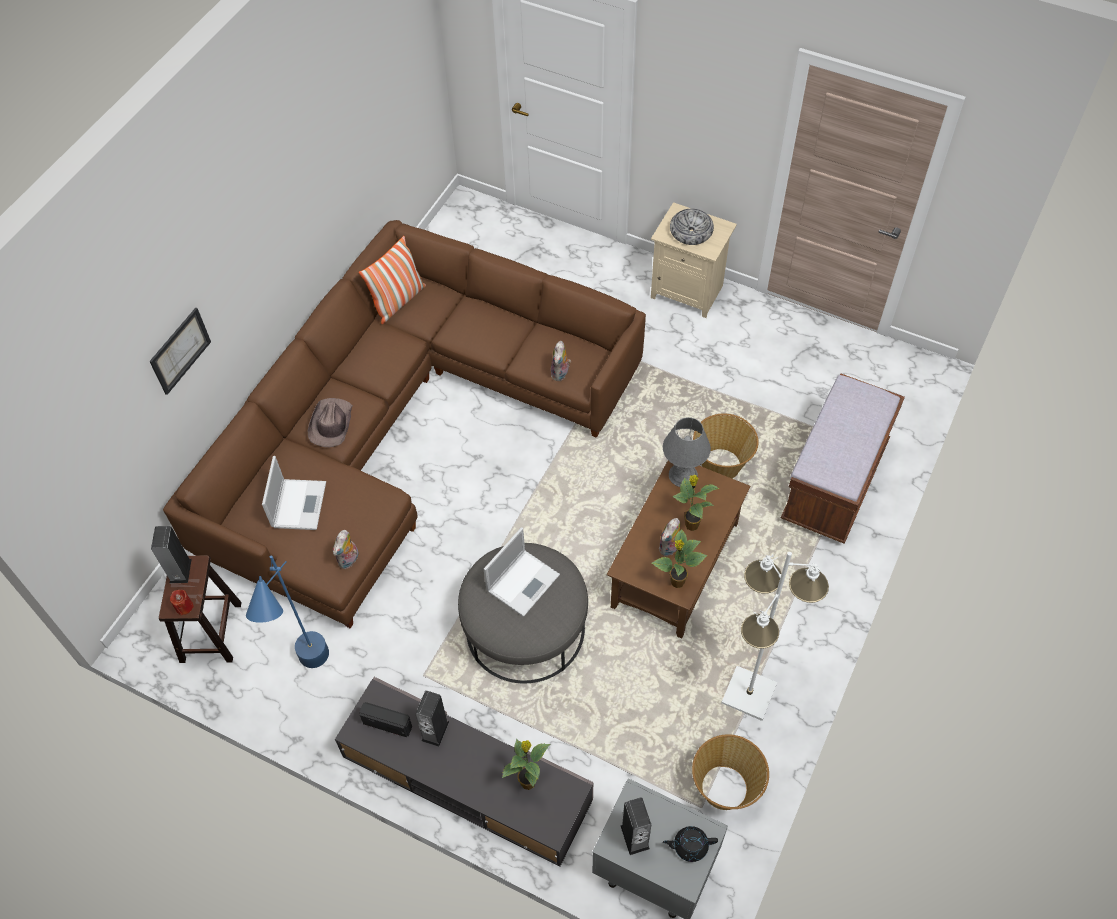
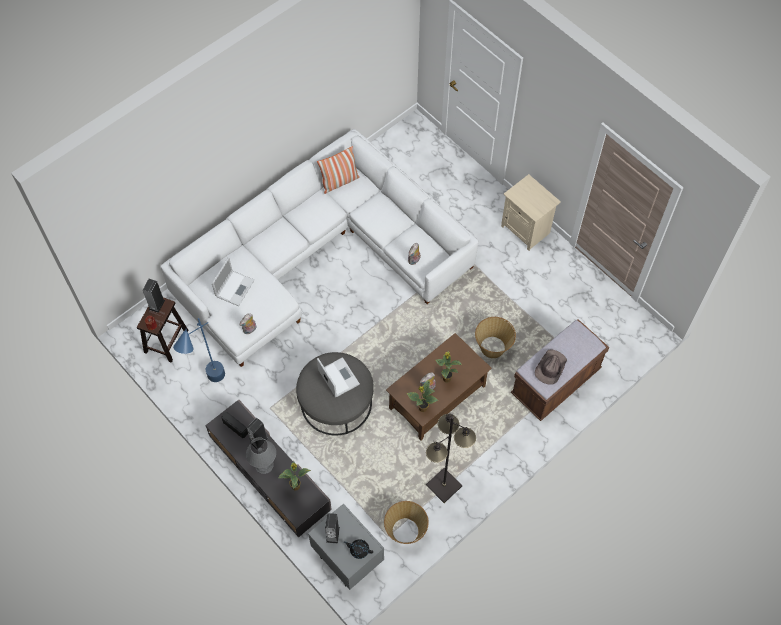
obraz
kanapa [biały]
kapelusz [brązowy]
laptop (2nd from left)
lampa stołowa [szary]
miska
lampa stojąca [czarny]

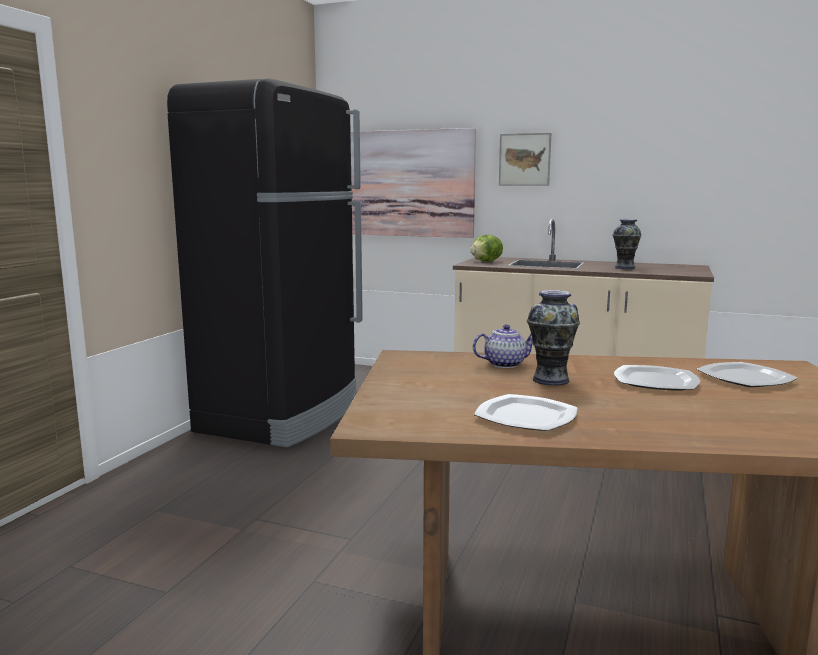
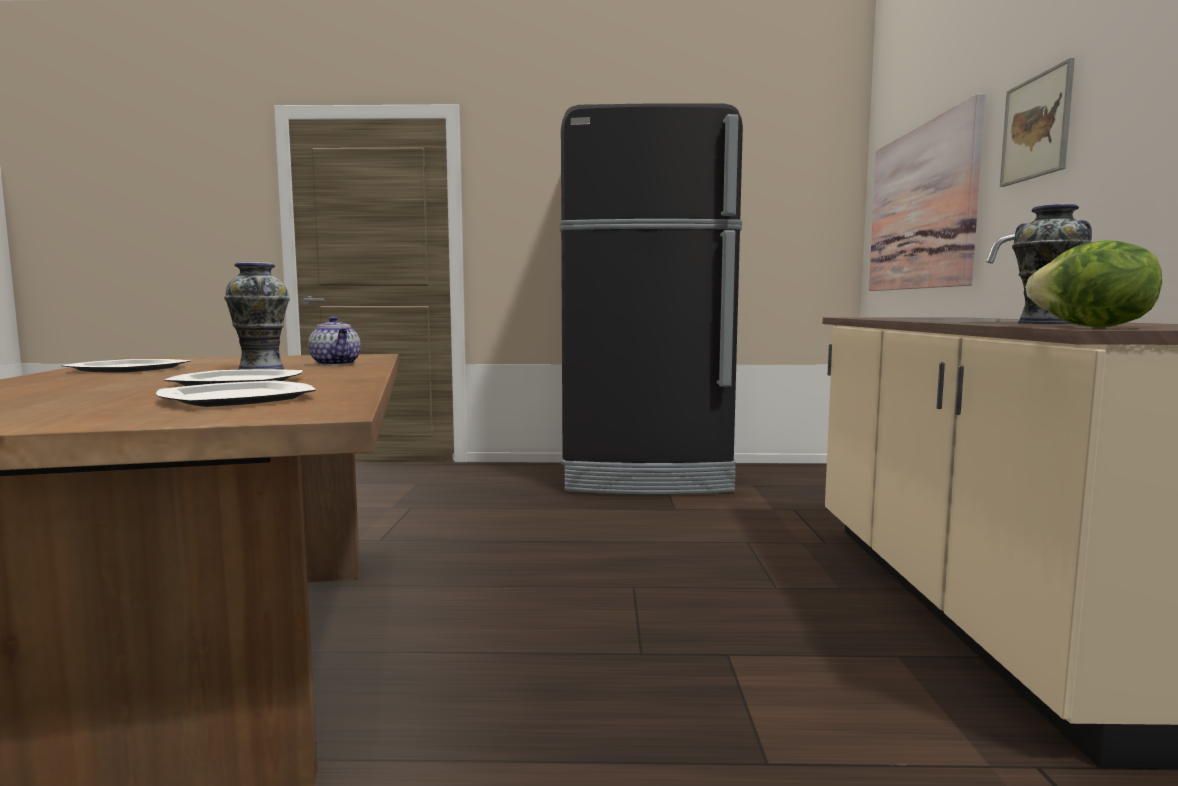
sałata

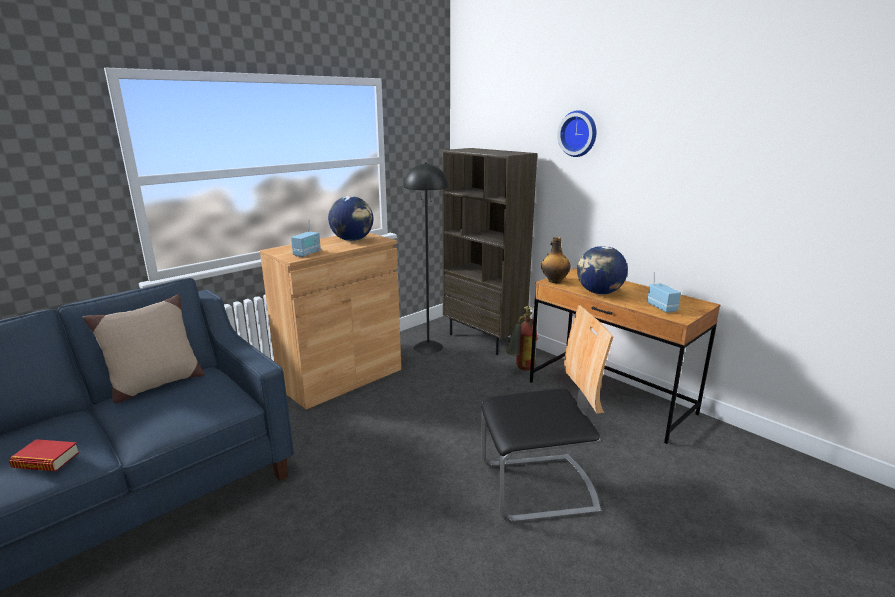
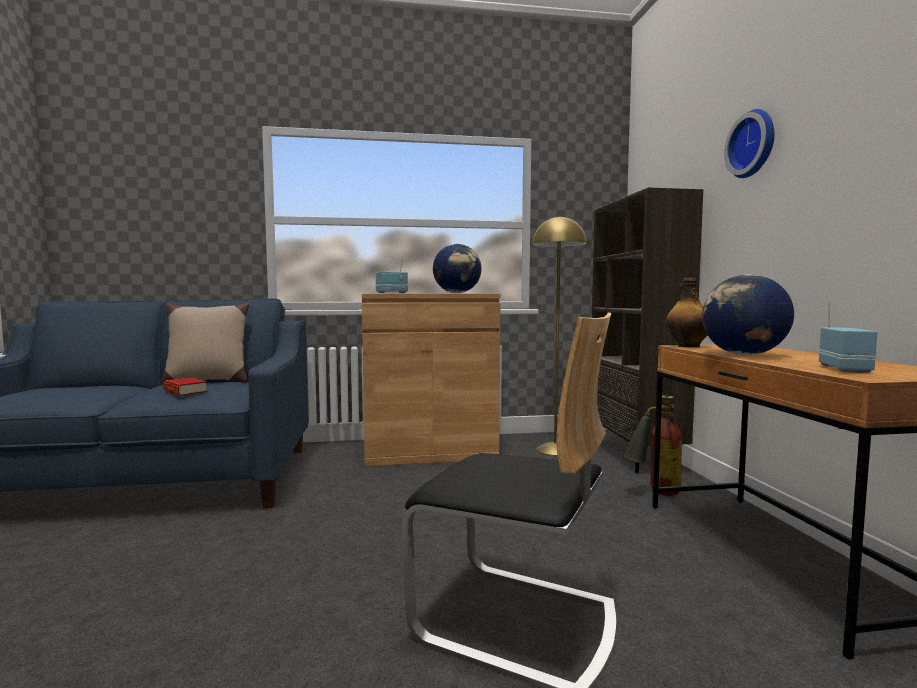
książka
lampa stojąca [żółty]

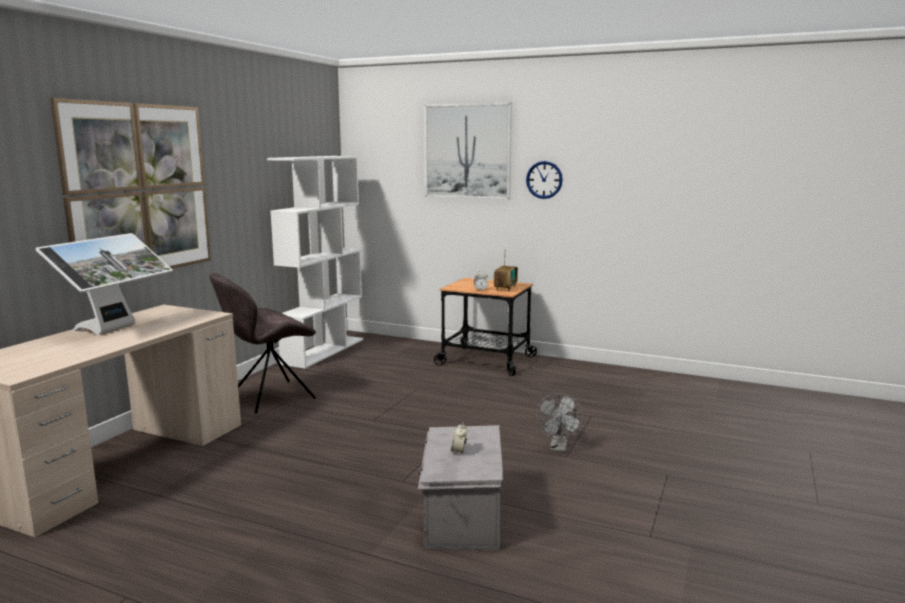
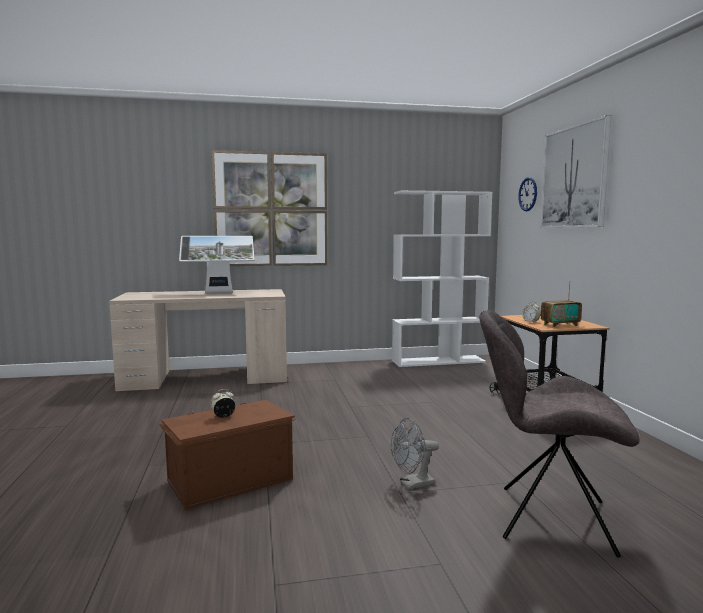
krzesło [szary]
pojemnik do przechowywania [brązowy]
zegar ścienny

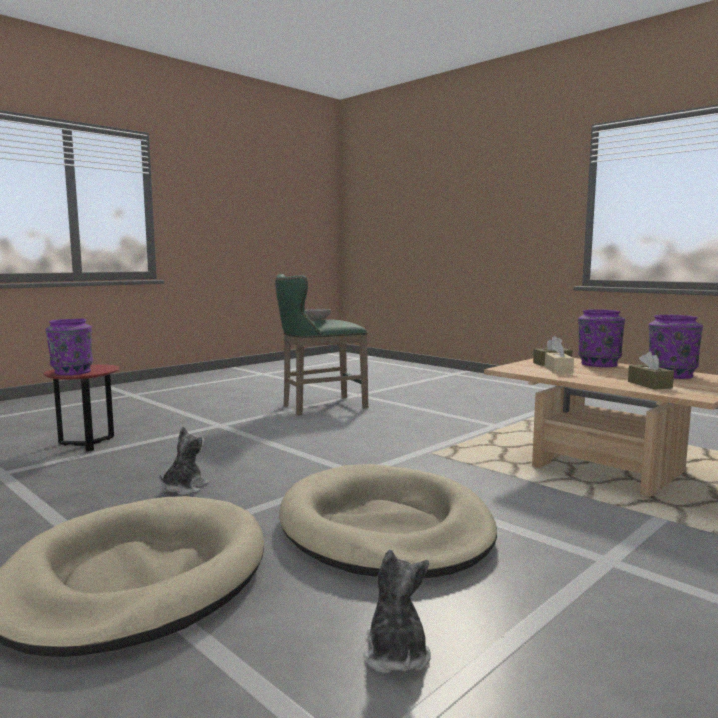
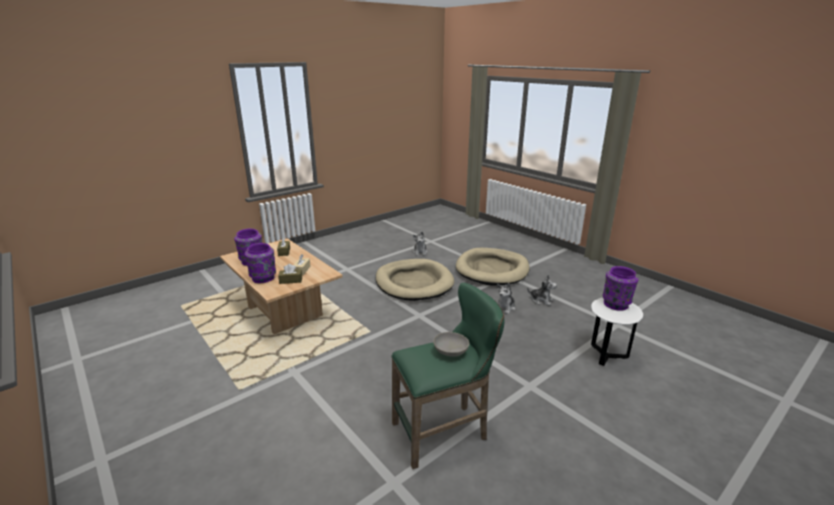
stolik [biały]
pluszak (3rd from left)

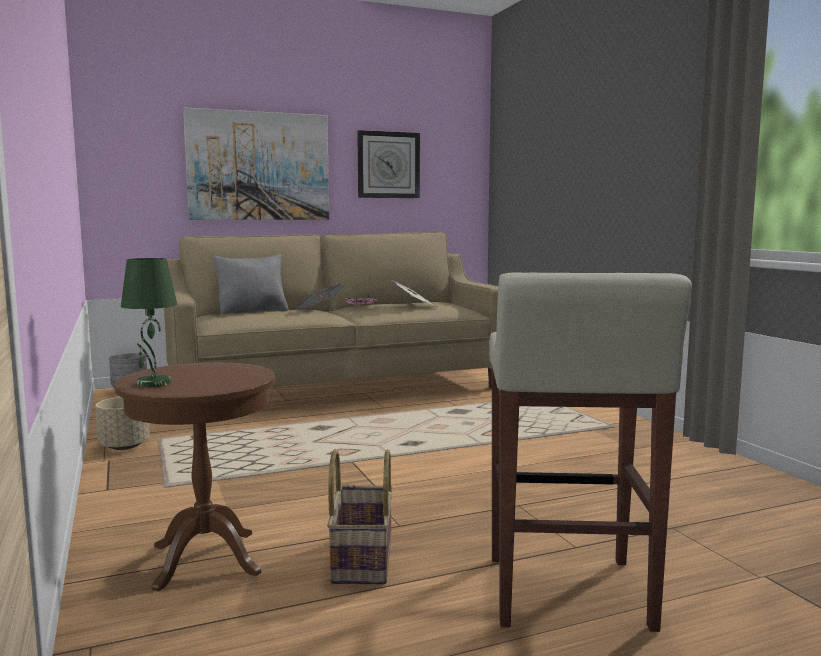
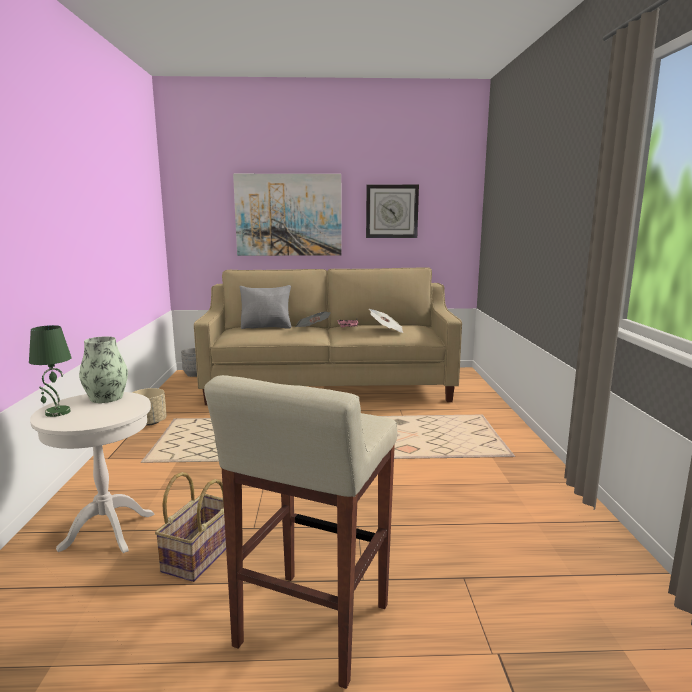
stolik [biały]
wazon

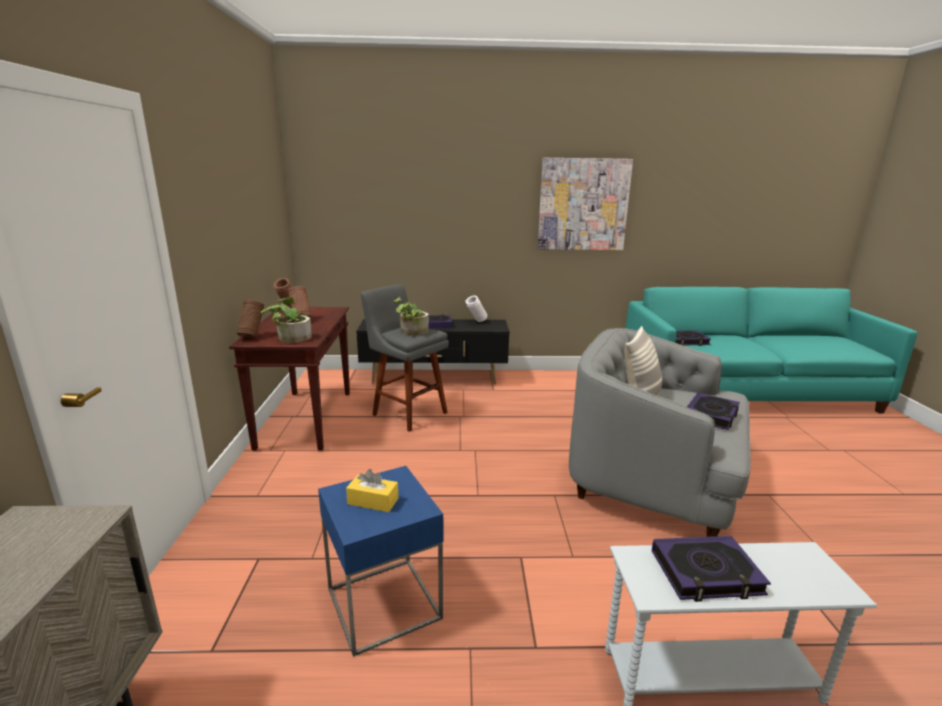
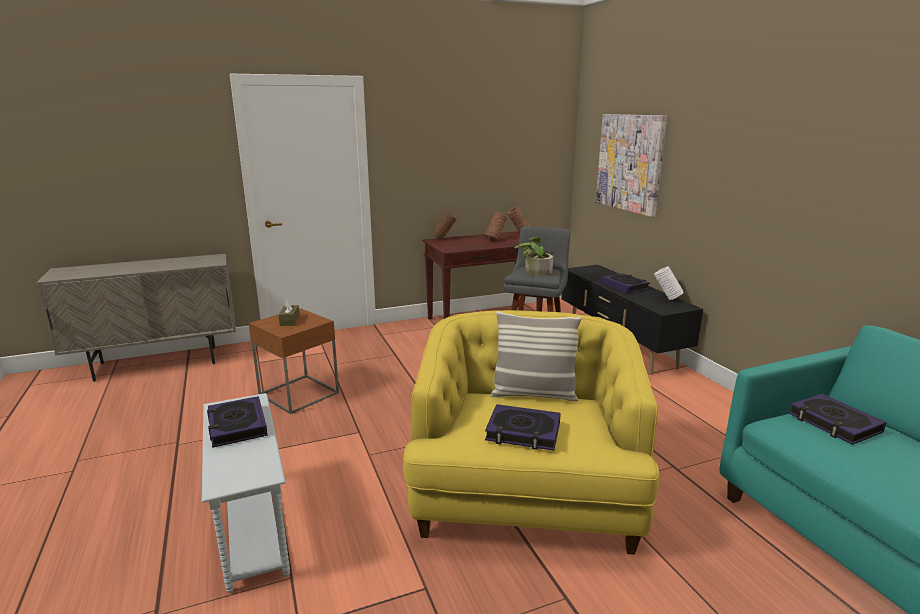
roślina doniczkowa (1st from left in the first image)
stolik [brązowy]
pudełko chusteczek [brązowy]
obraz
fotel [żółty]

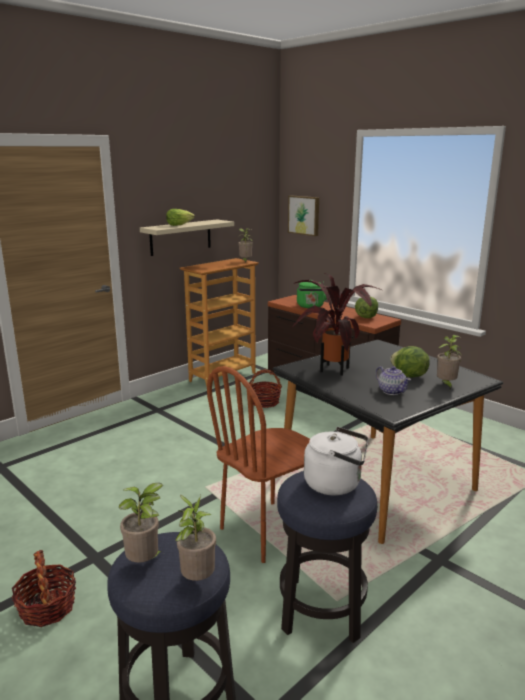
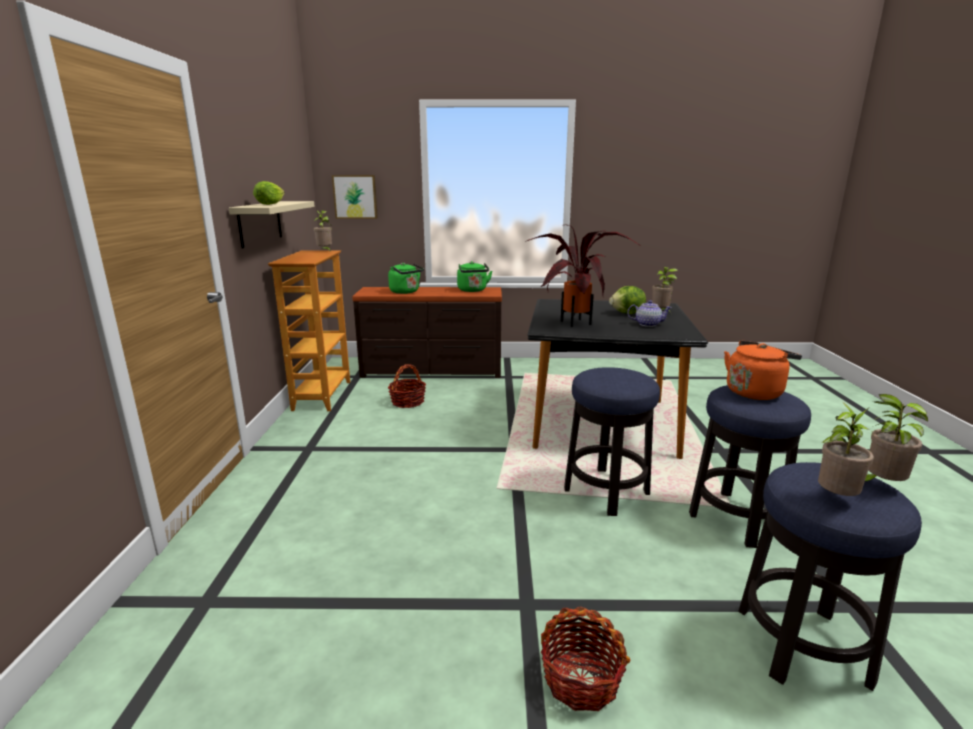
stołek (1st from left)
czajnik [pomarańczowy]
czajnik [zielony] (2nd from left)

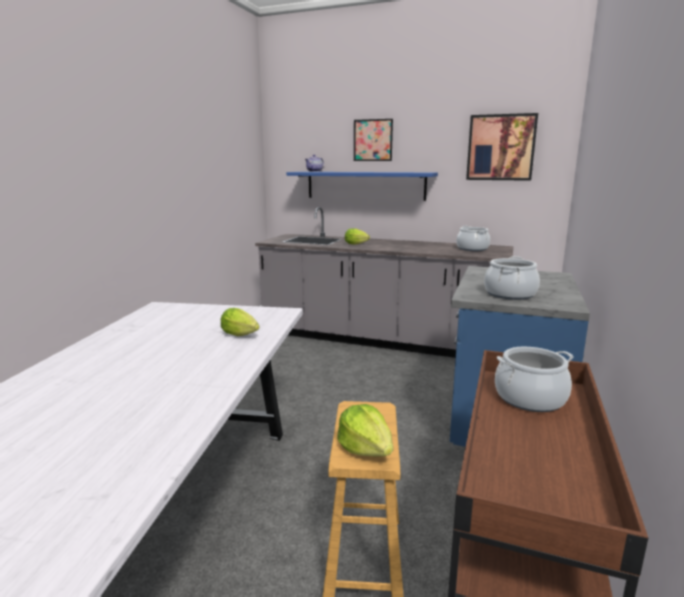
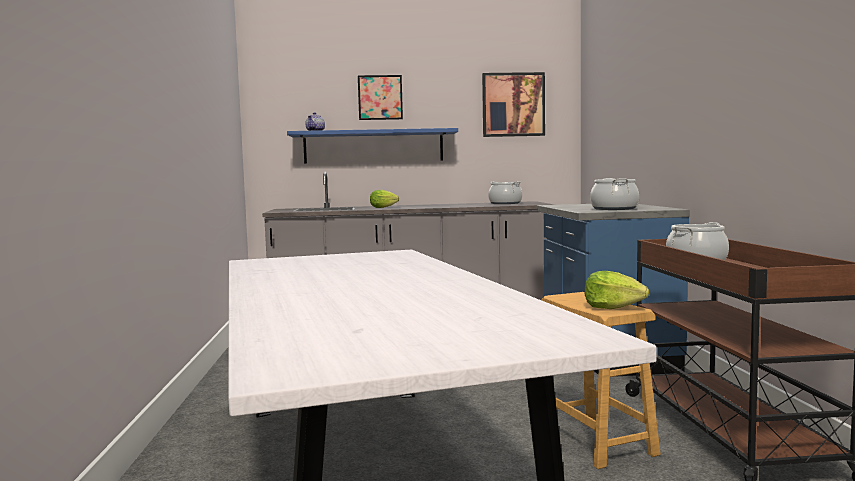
sałata (1st from left in the first image)

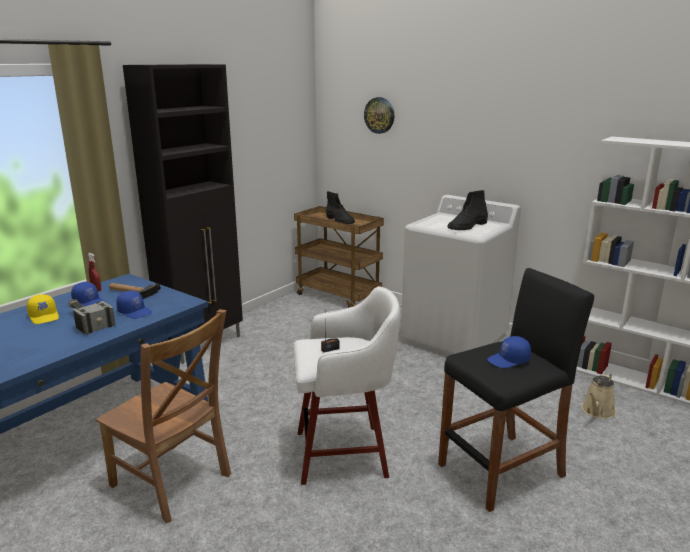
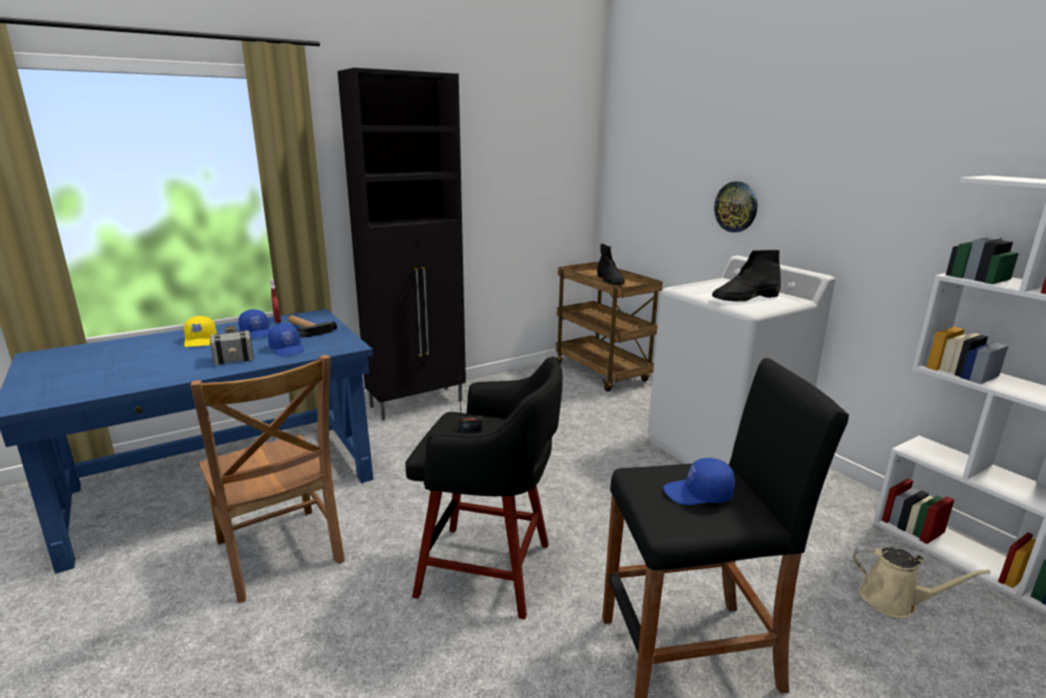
stołek [czarny] (1st from left)
zegar ścienny
konewka [beżowy]

